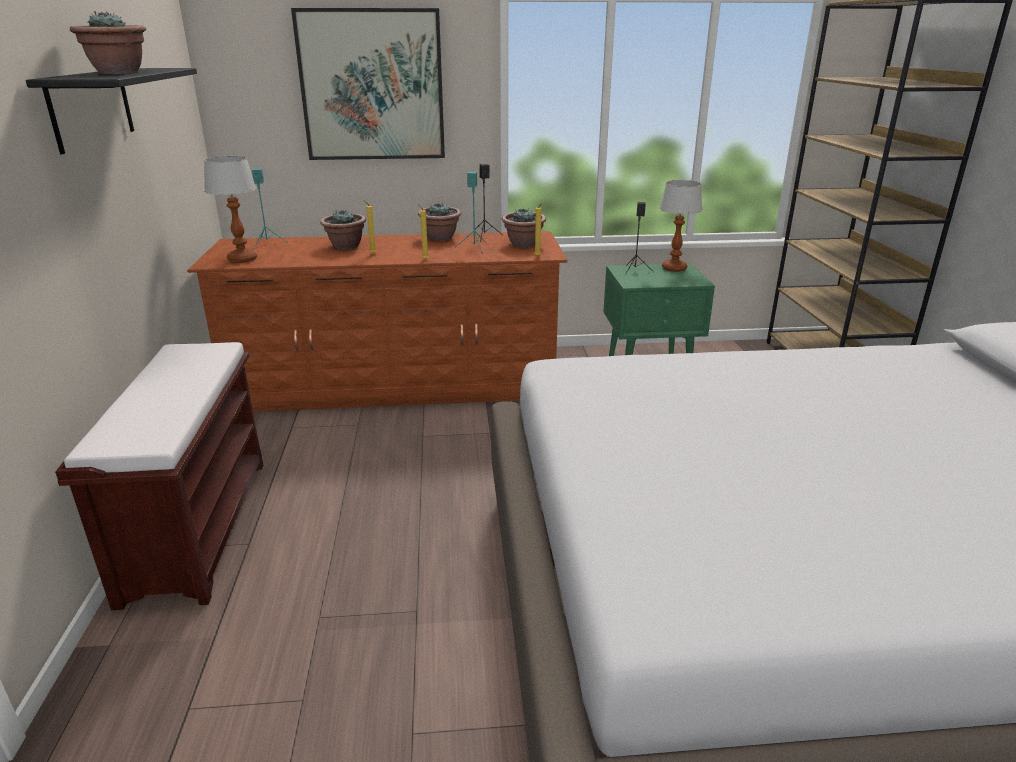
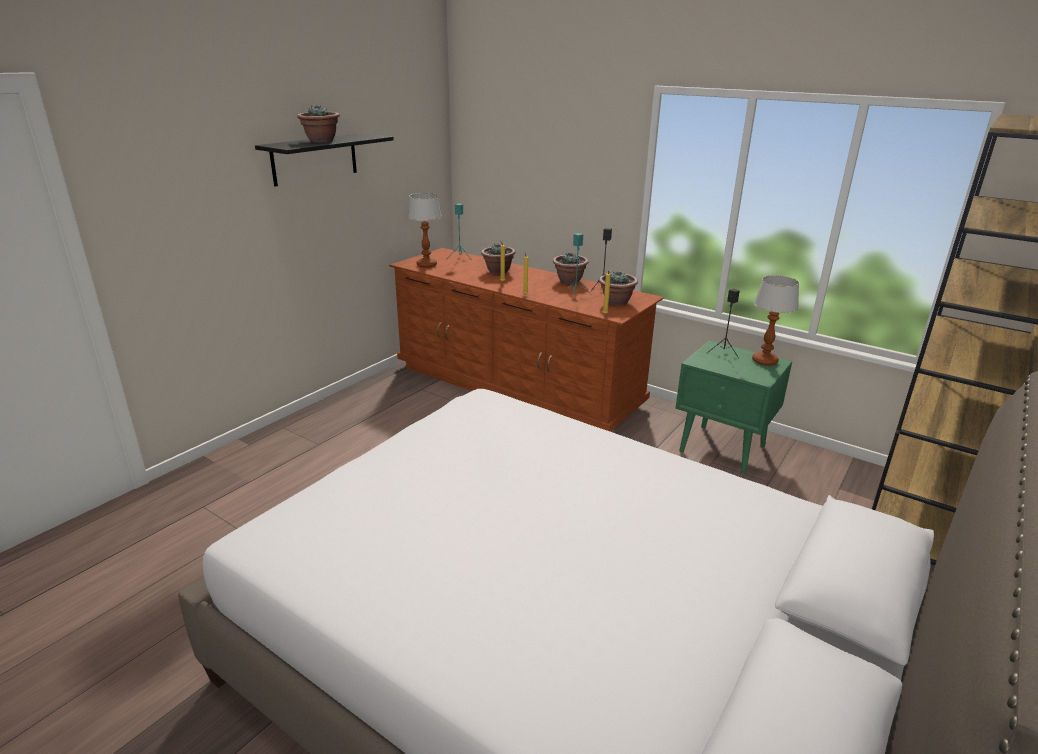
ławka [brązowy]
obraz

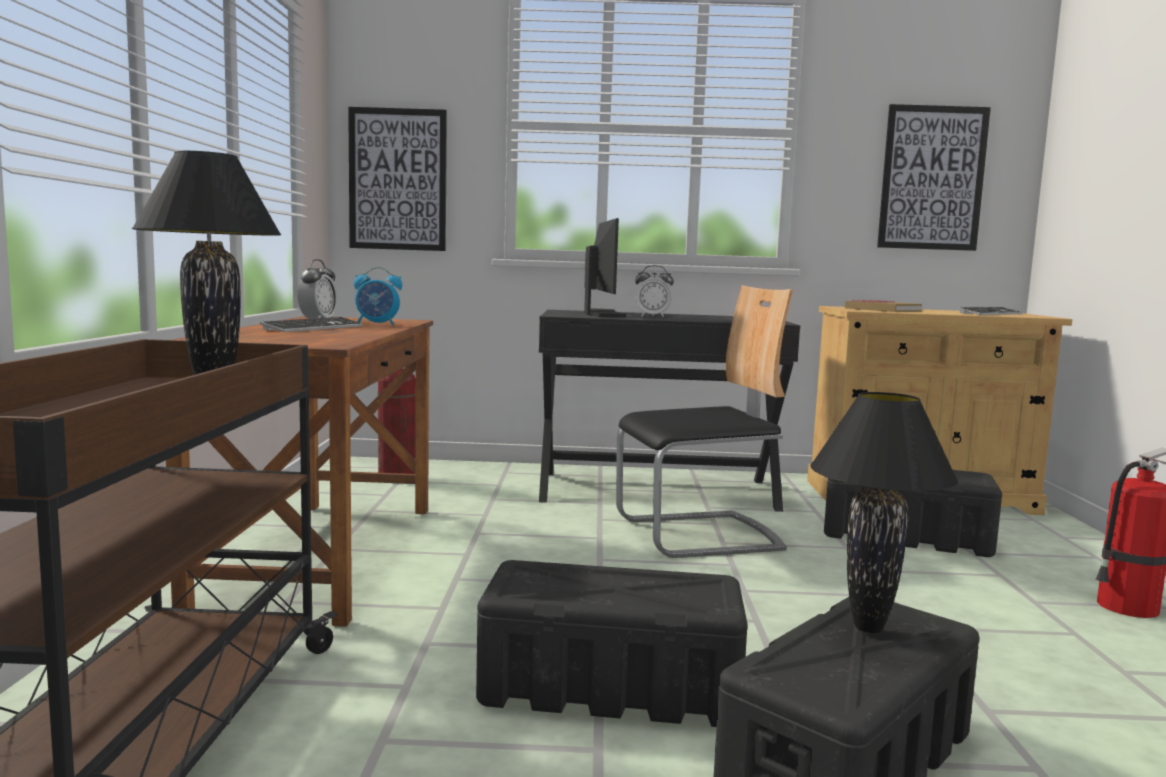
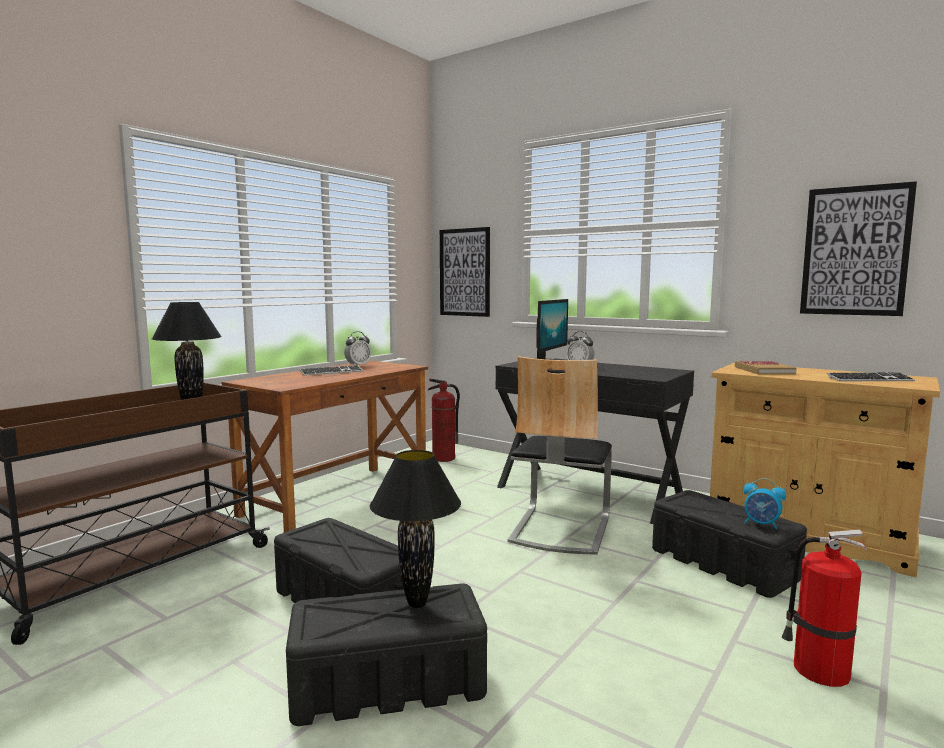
budzik (3rd from left)
krzesło

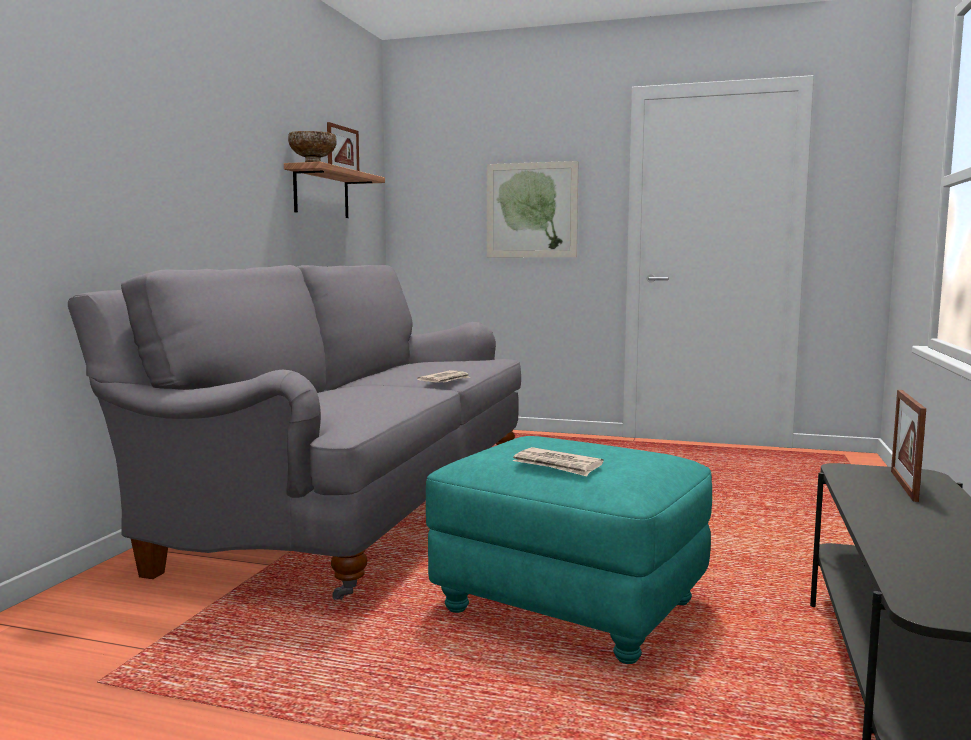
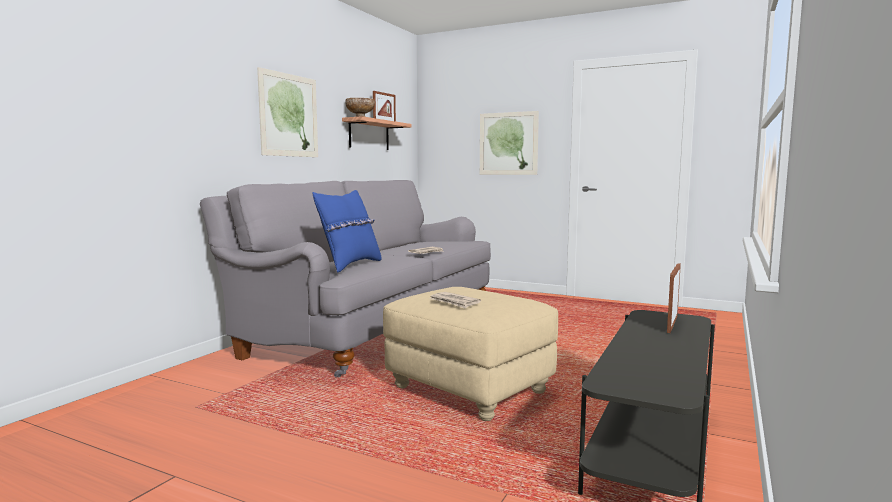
pufa [beżowy]
obraz (1st from left)
poduszka [niebieski]

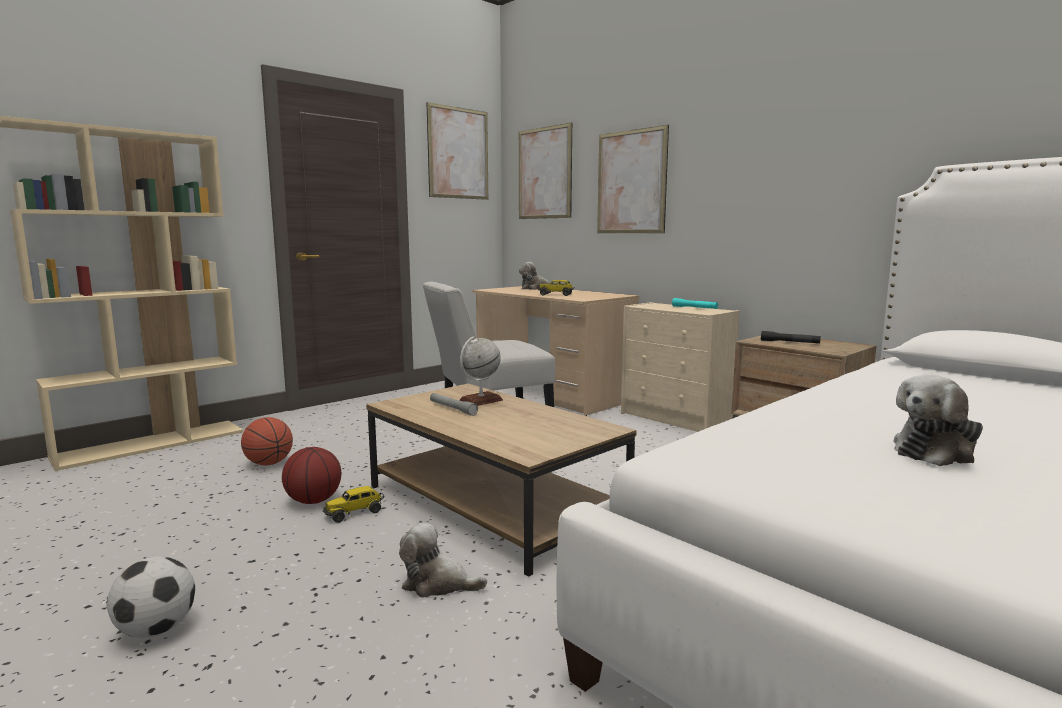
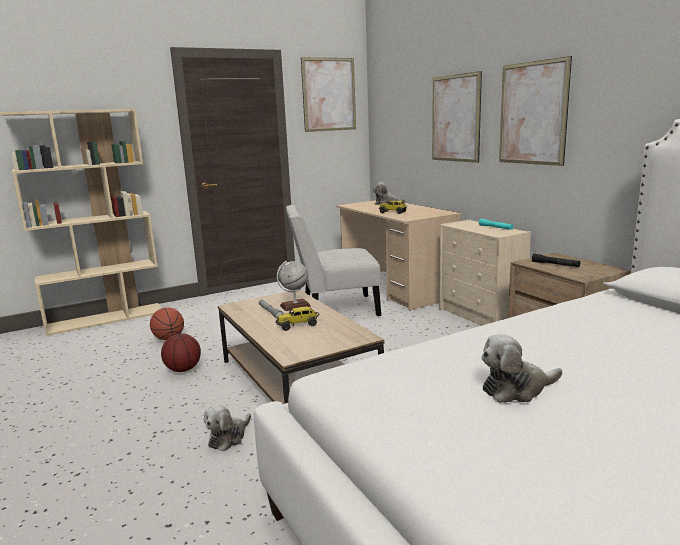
piłka futbolowa
ciężarówka zabawkowa (1st from left)
pluszak (1st from left)
obraz (3rd from left)

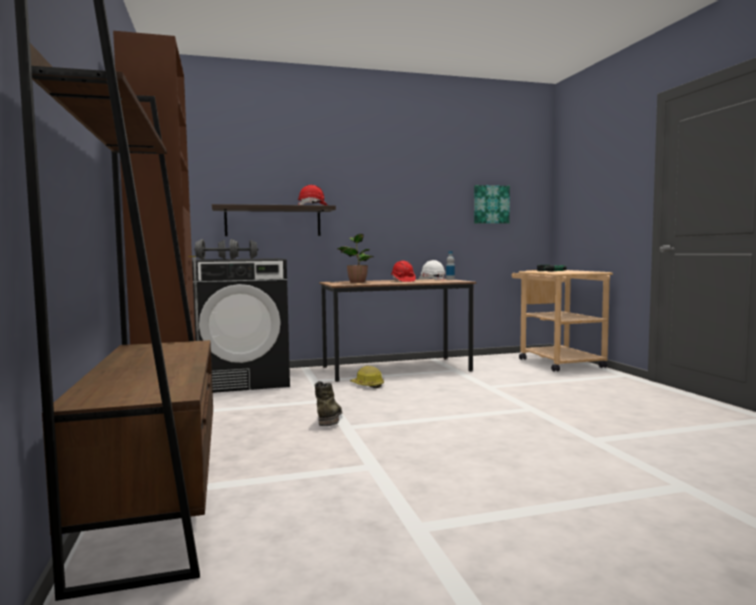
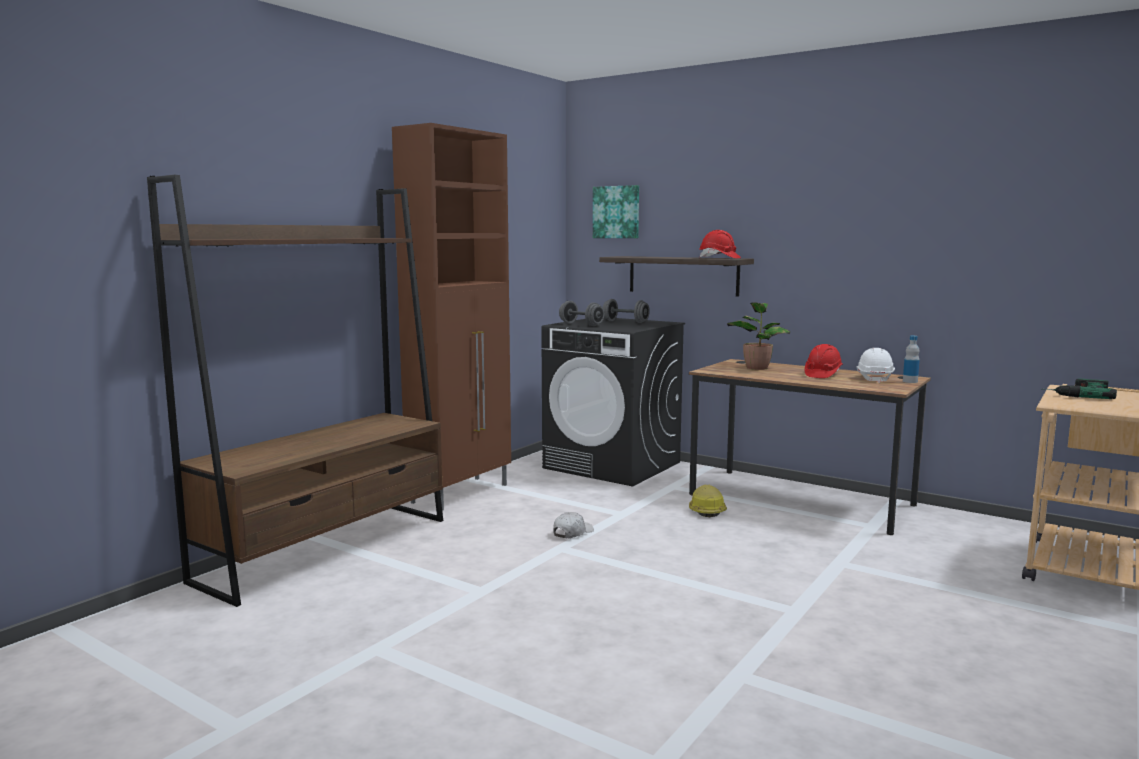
czapka z daszkiem [biały]
obraz

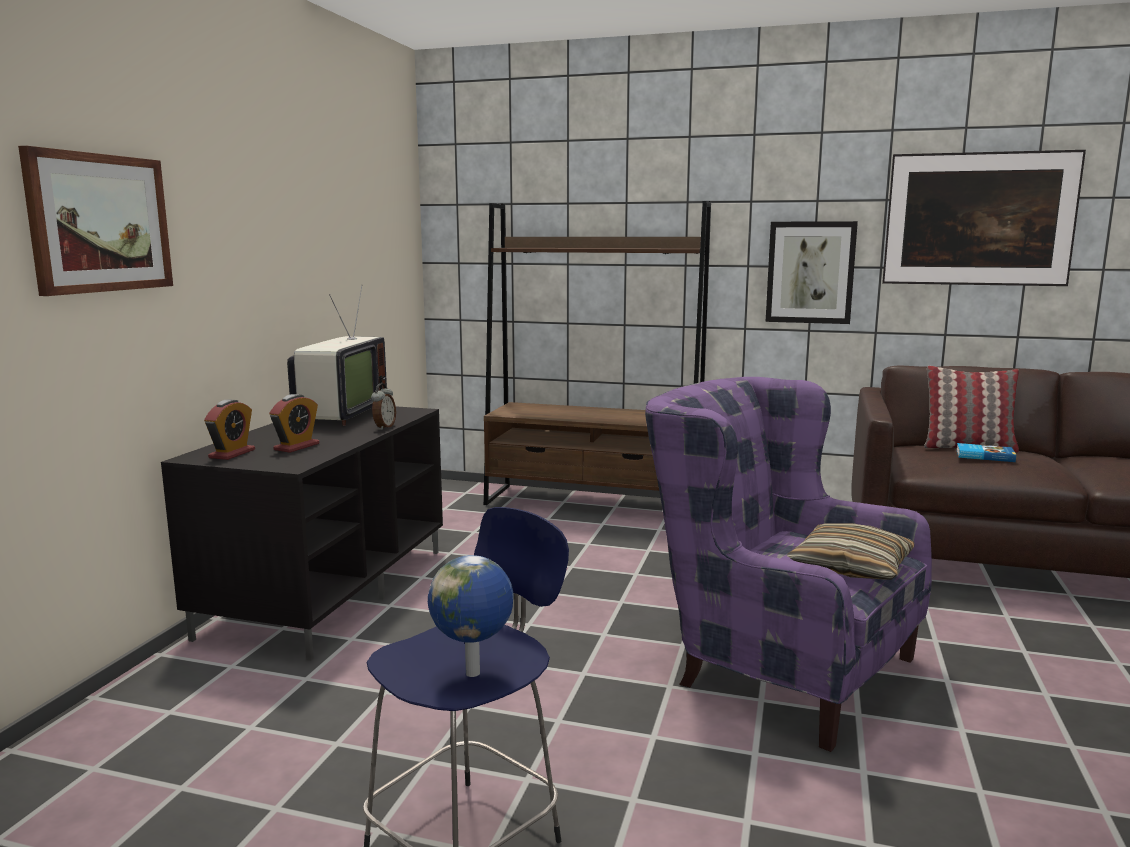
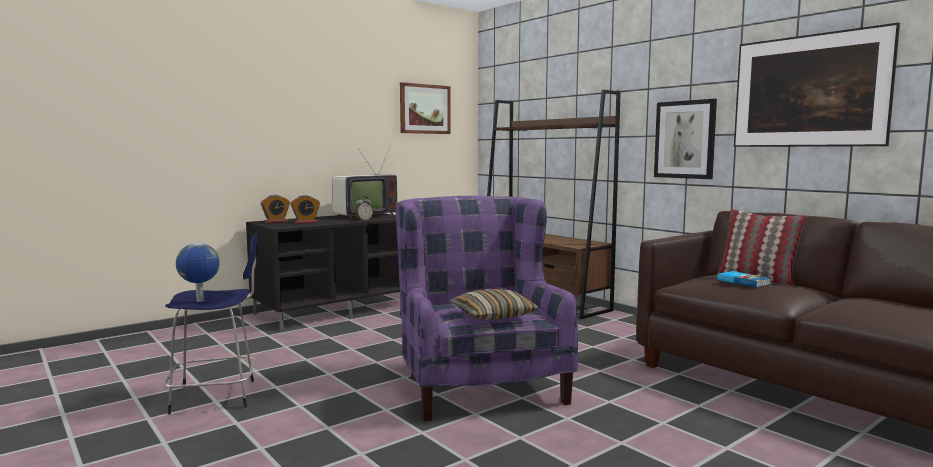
obraz (1st from left)

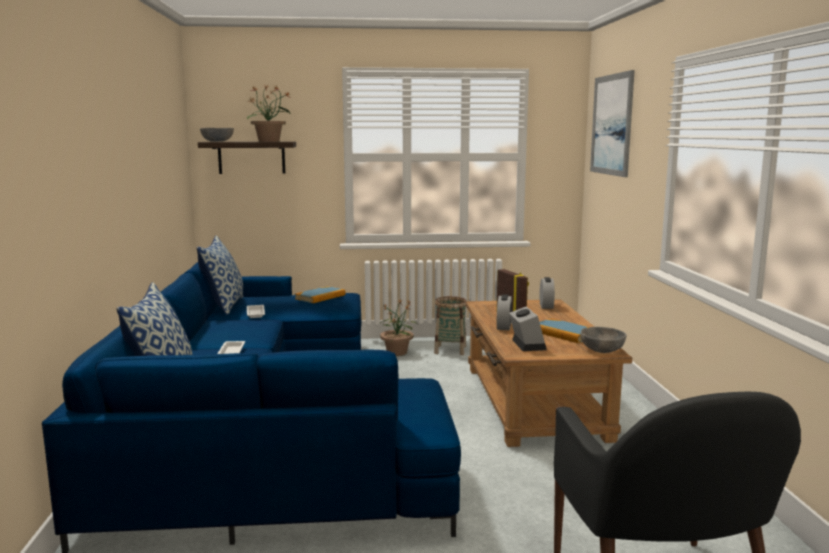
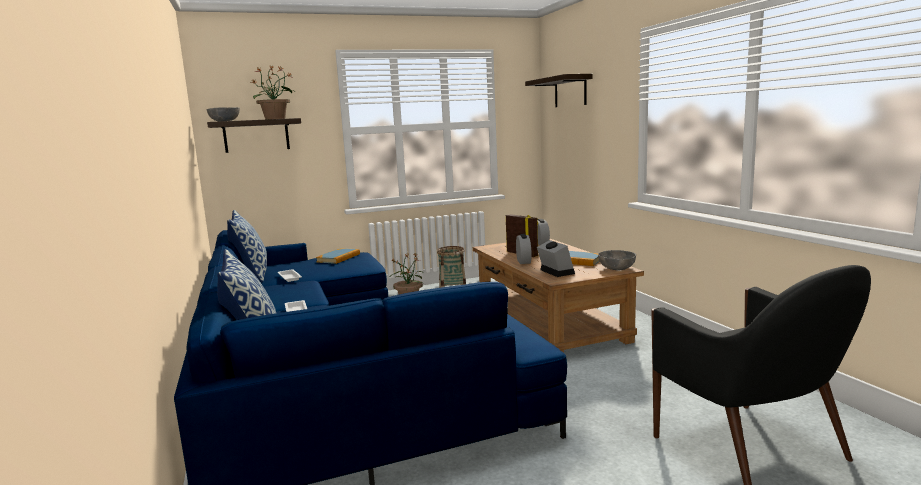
półka (2nd from left)

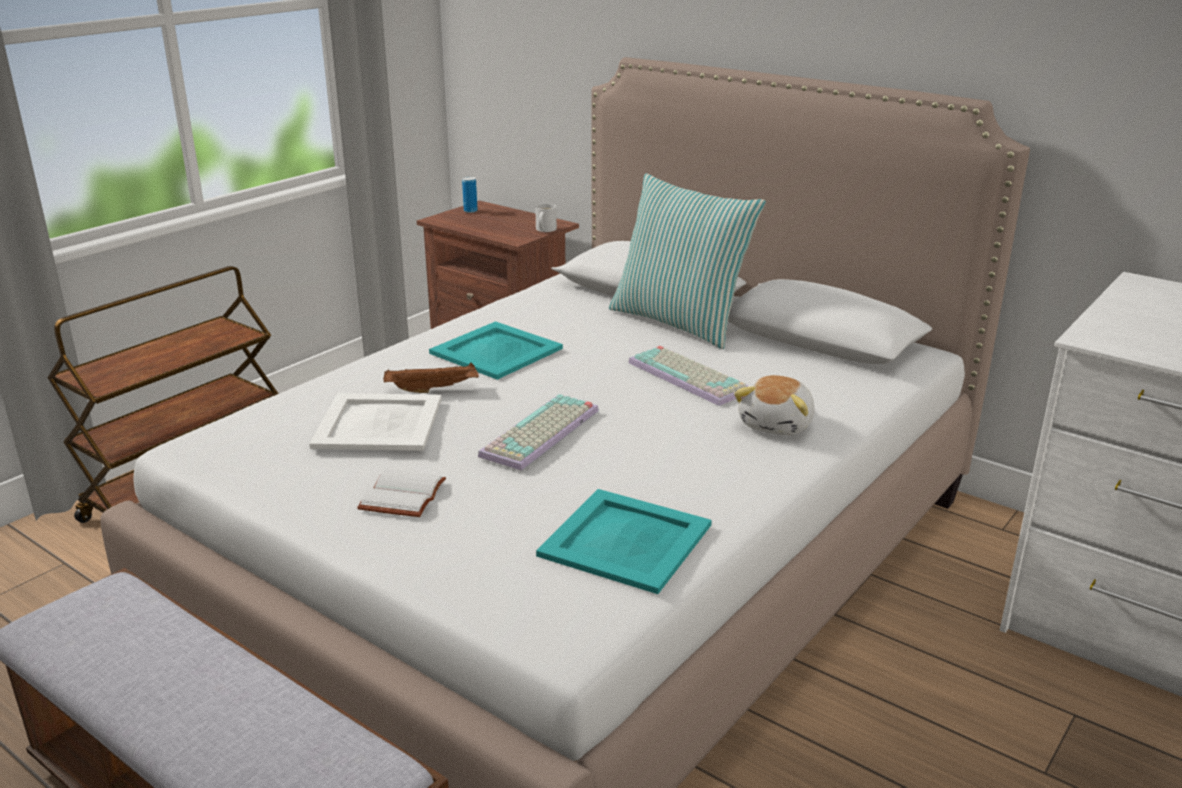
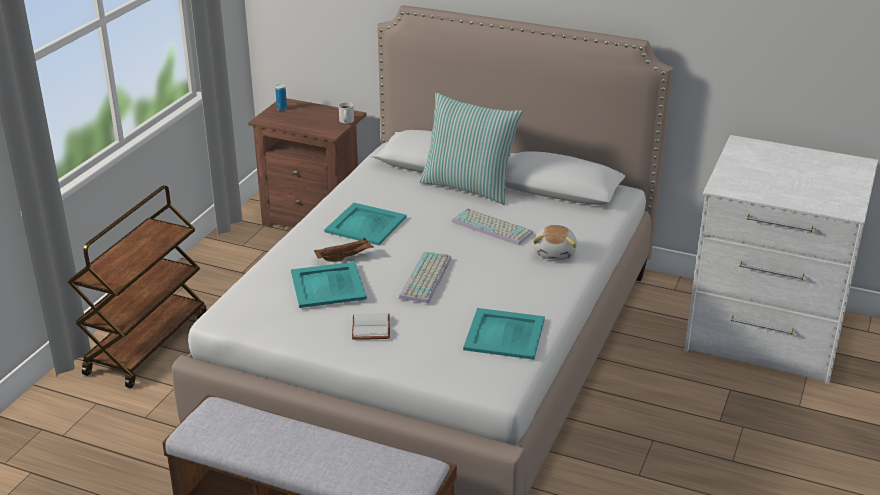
taca [turkusowy] (1st from left)

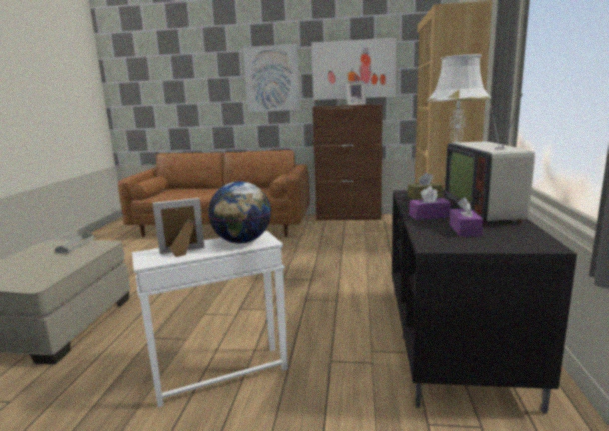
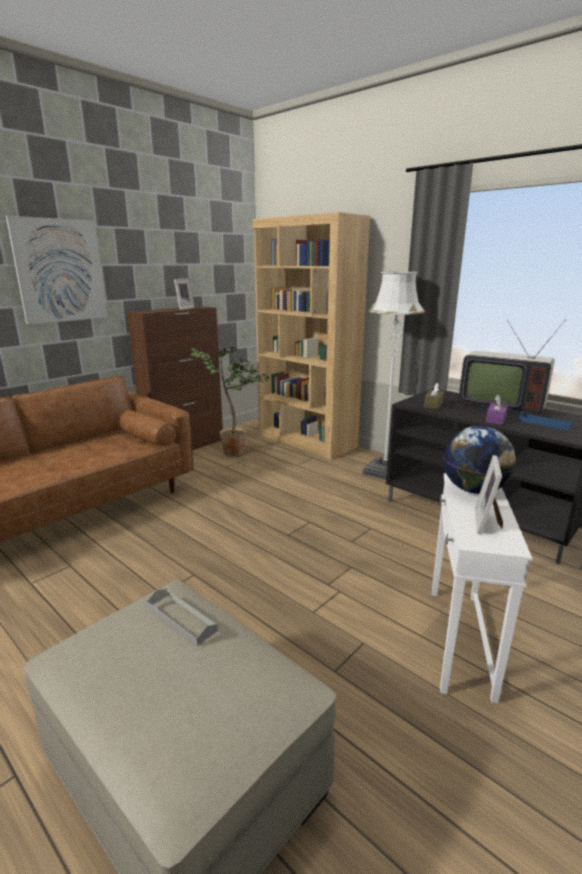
obraz (2nd from left in the first image)
taca [niebieski]
roślina doniczkowa

